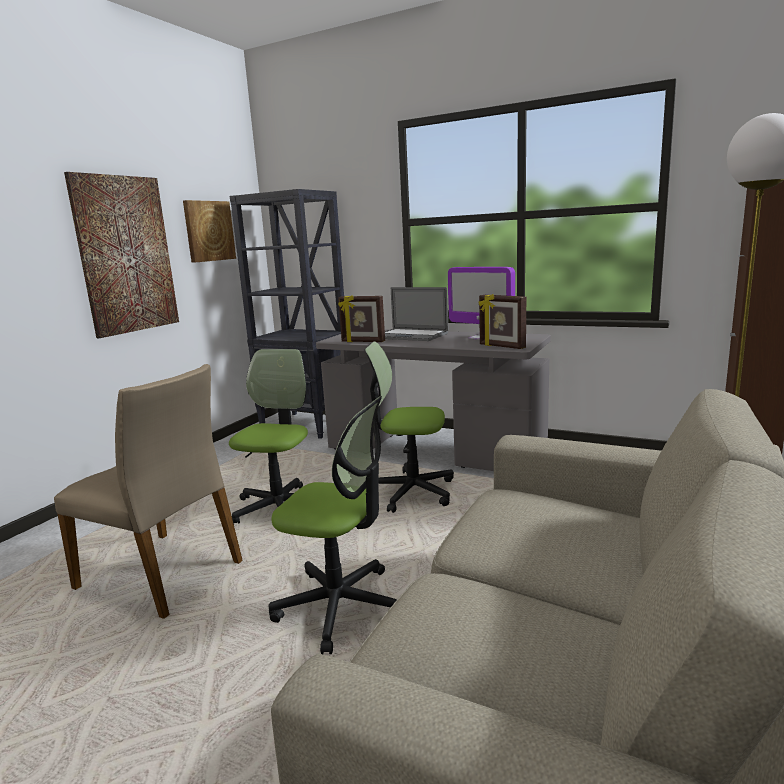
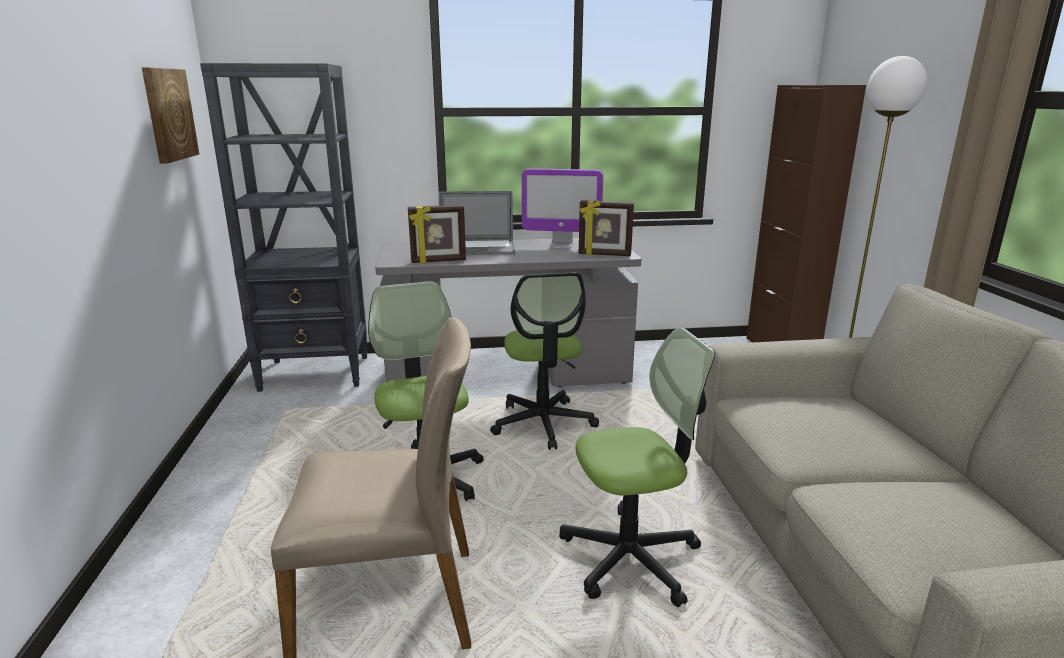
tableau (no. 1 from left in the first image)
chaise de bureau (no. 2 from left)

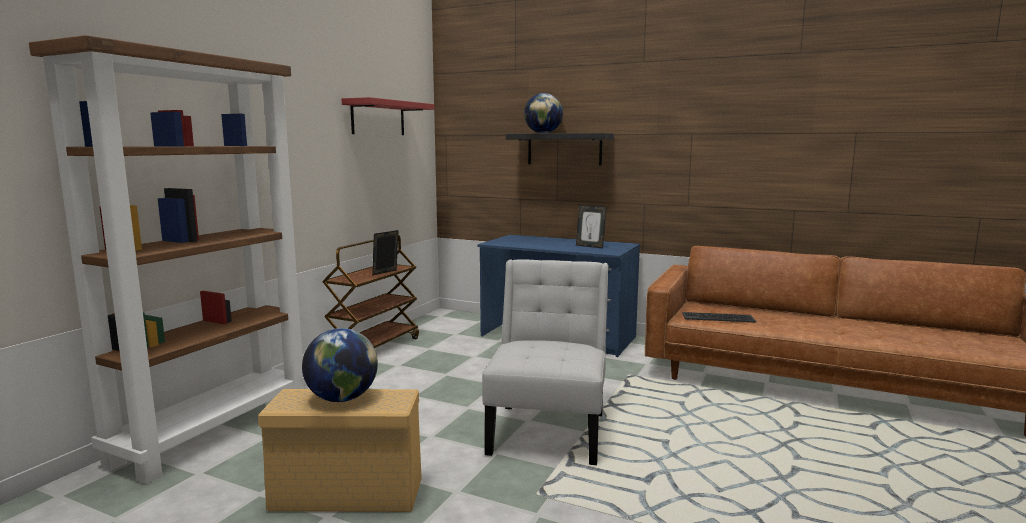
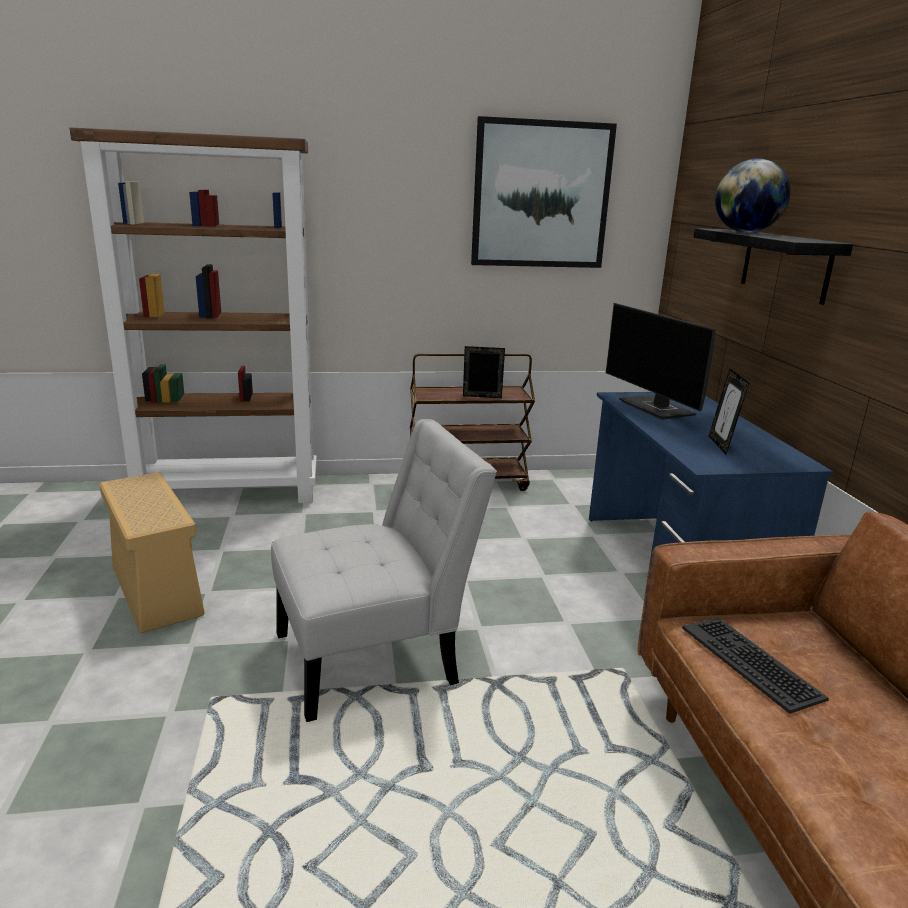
globe (no. 1 from left in the first image)
tableau
écran d'ordinateur

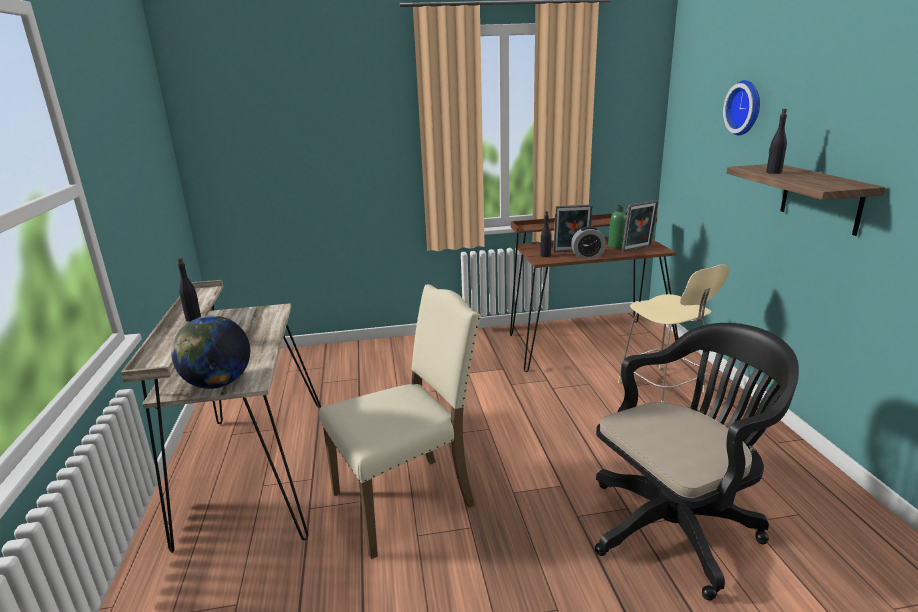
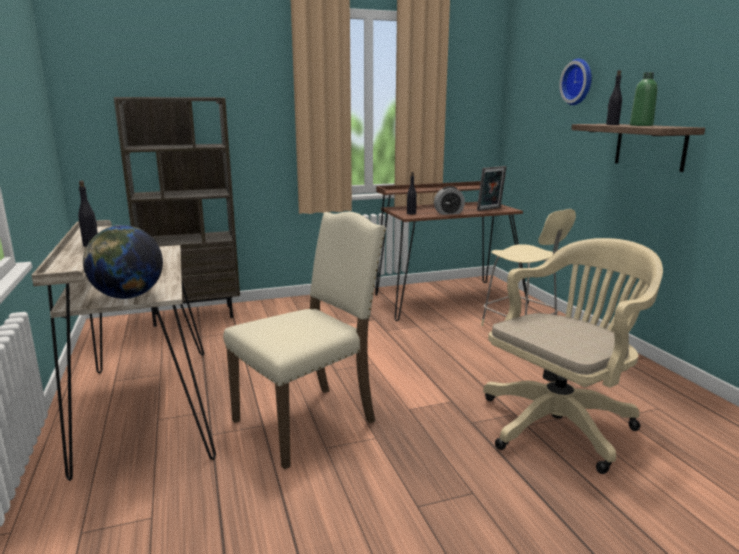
cadre photo (no. 1 from left in the first image)
chaise de bureau/beige
bouteille/vert
bibliothèque/marron

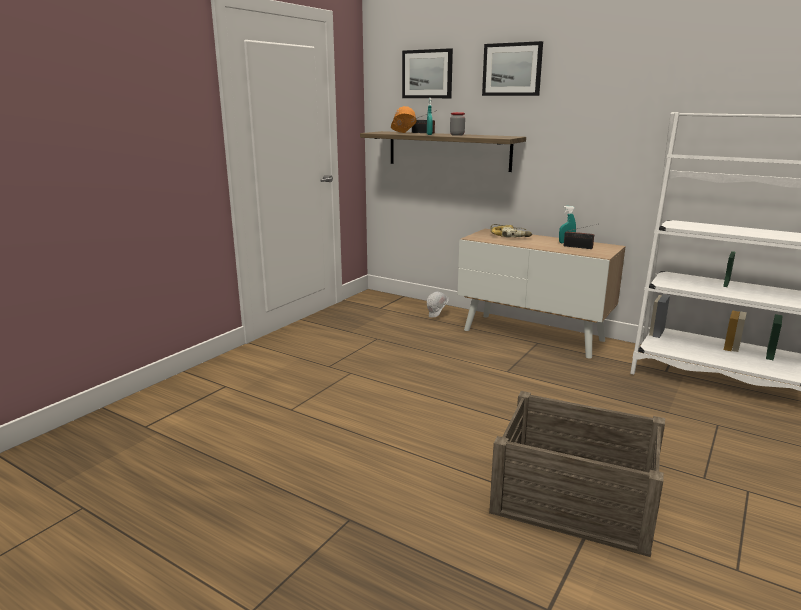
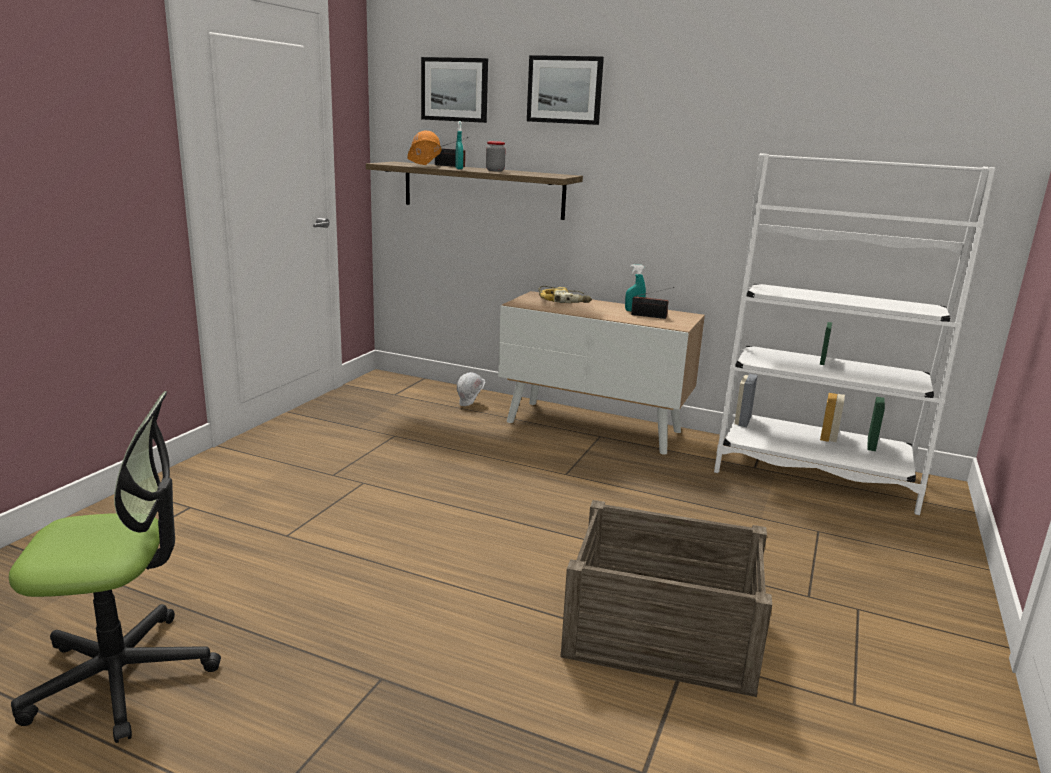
chaise de bureau

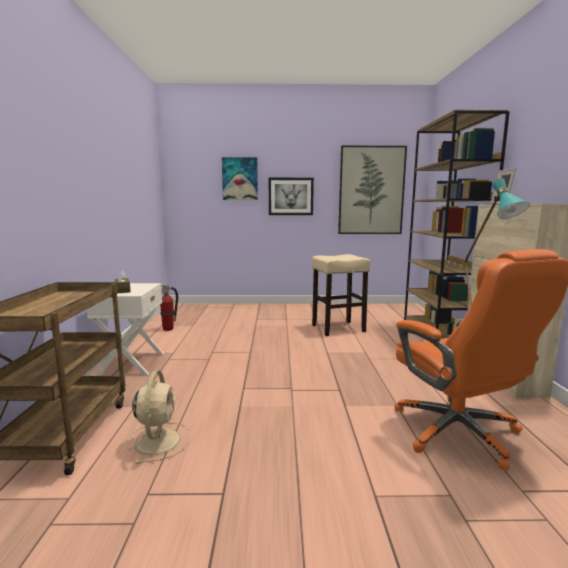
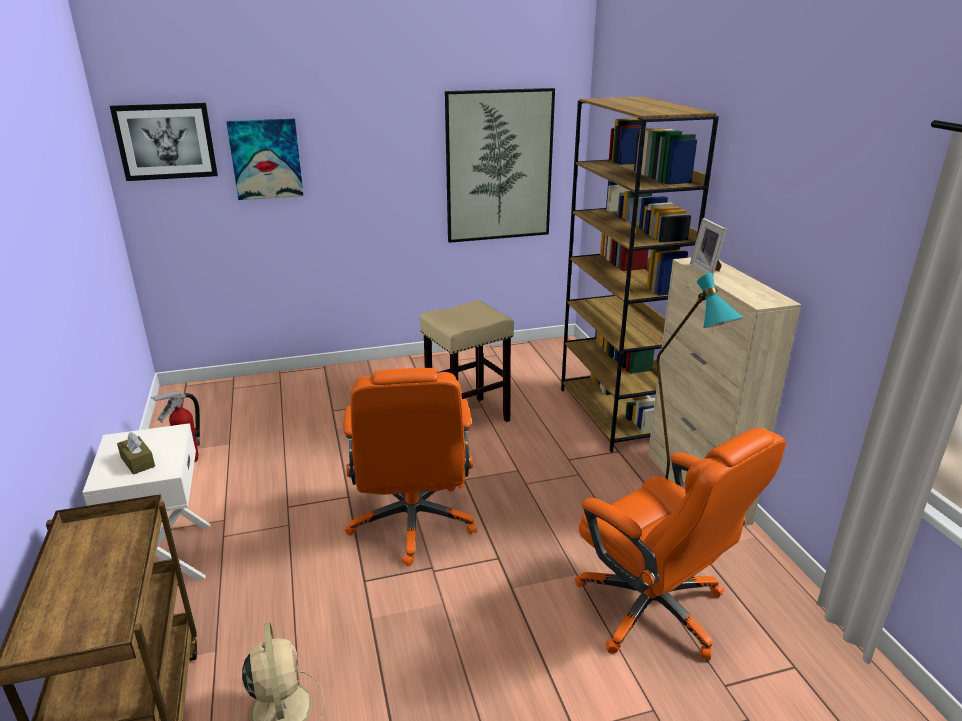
tableau (no. 1 from left)
chaise de bureau/orange (no. 1 from left)

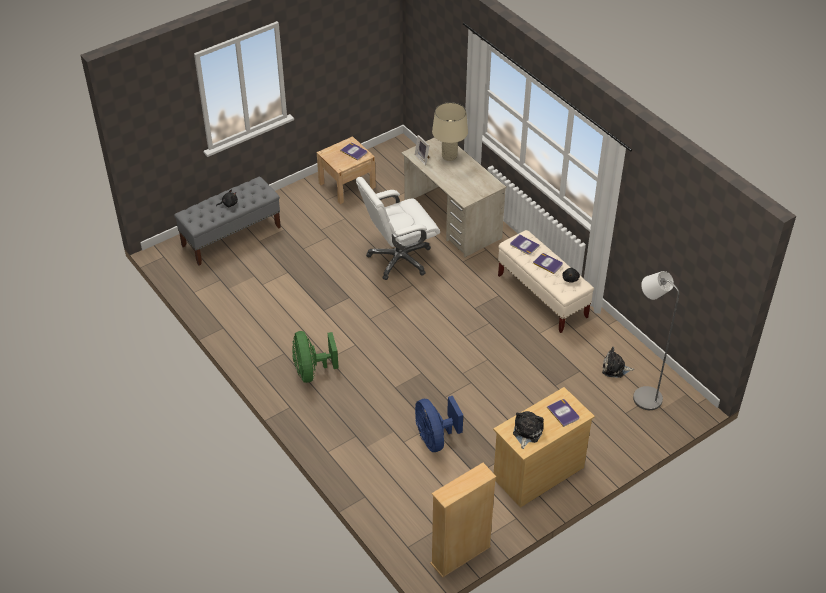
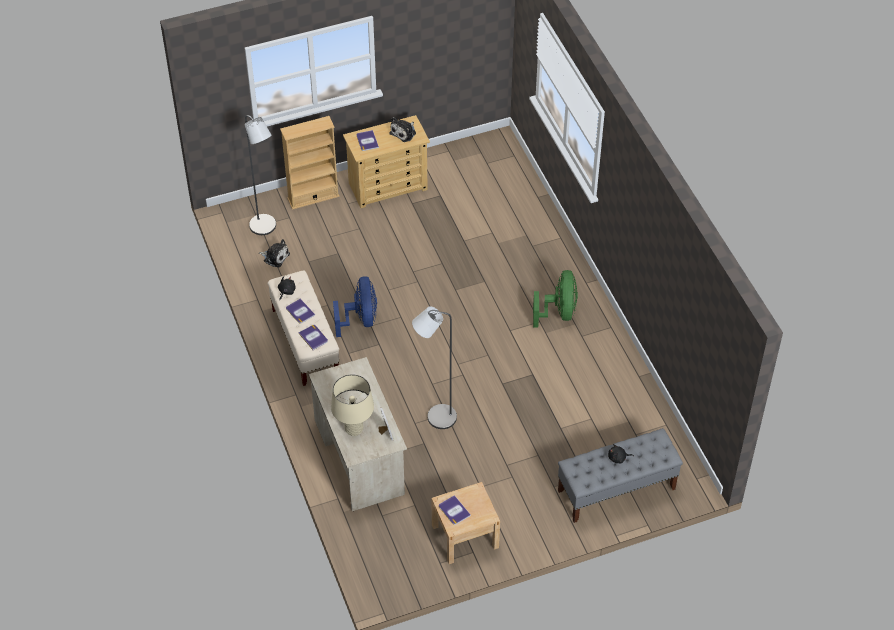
lampadaire/gris (no. 2 from left)
ventilateur/bleu
bibliothèque/beige

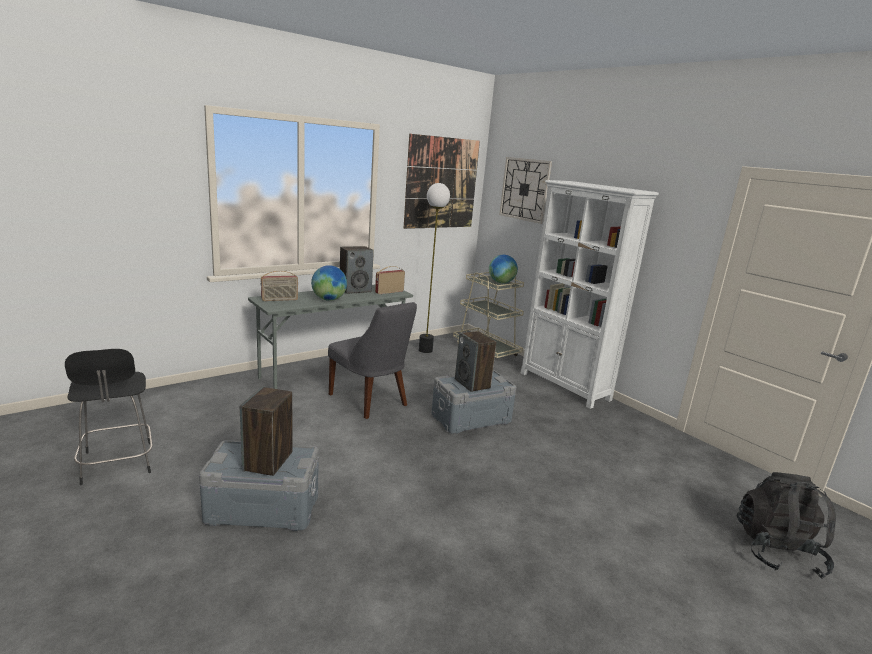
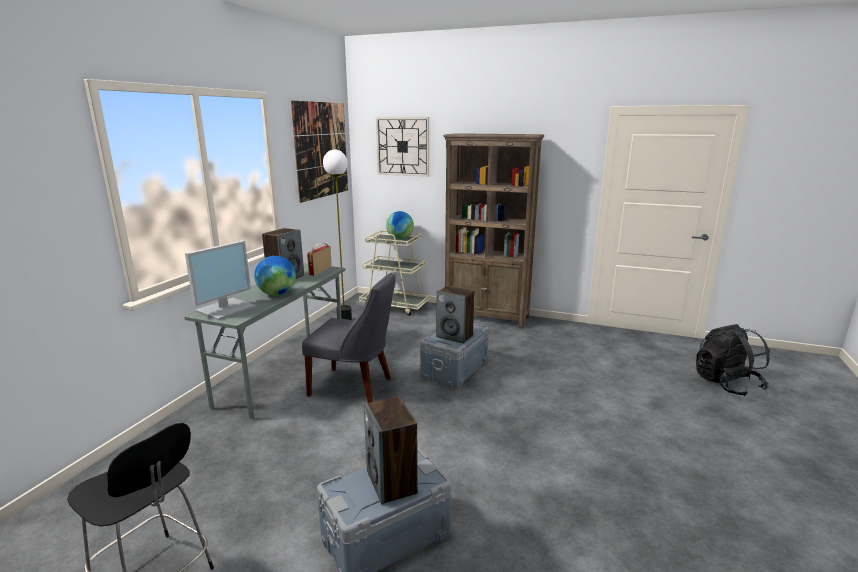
écran d'ordinateur
bibliothèque/marron

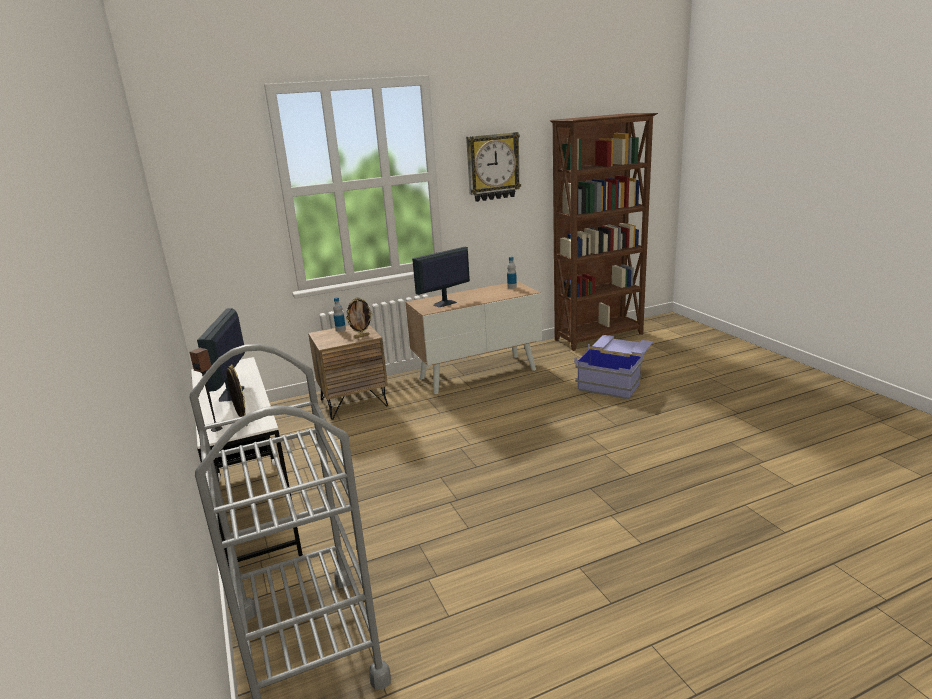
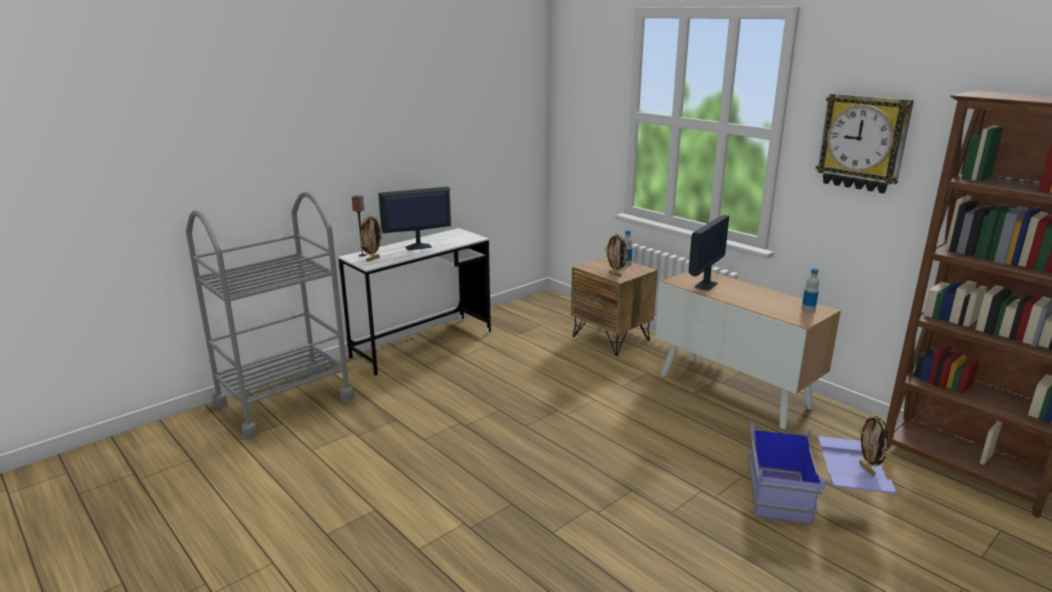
écran d'ordinateur (no. 2 from left)
cadre photo (no. 3 from left)

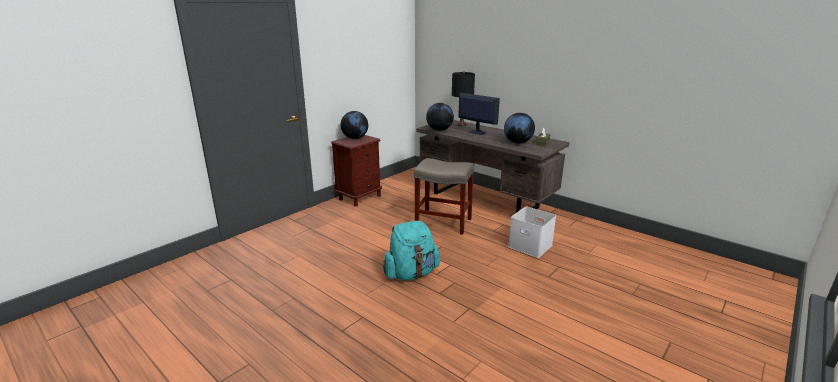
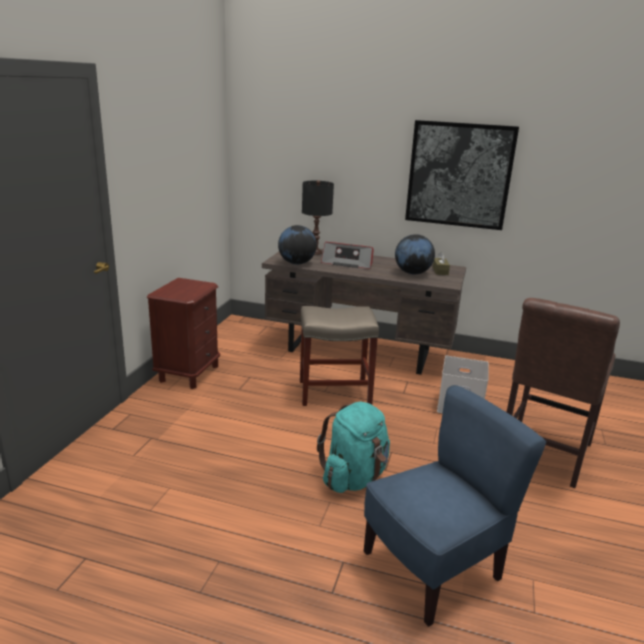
globe (no. 1 from left in the first image)
radio
chaise/bleu
tableau
chaise/marron

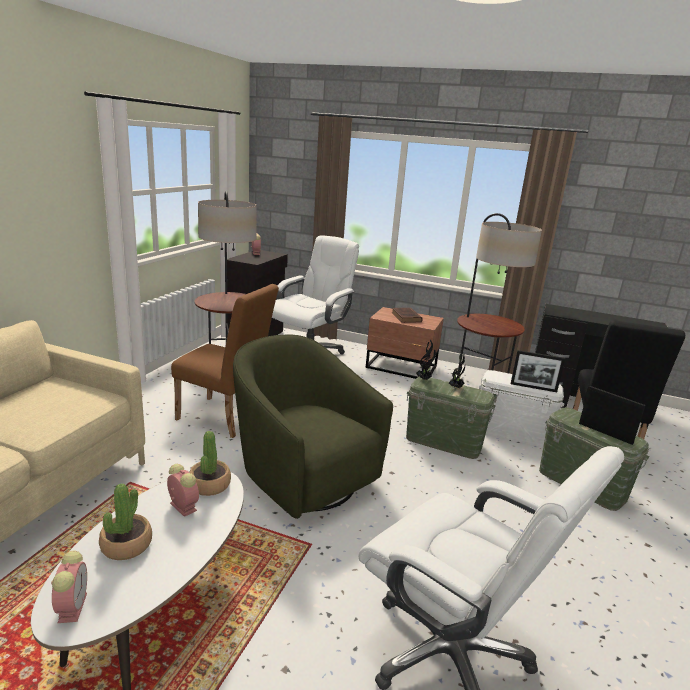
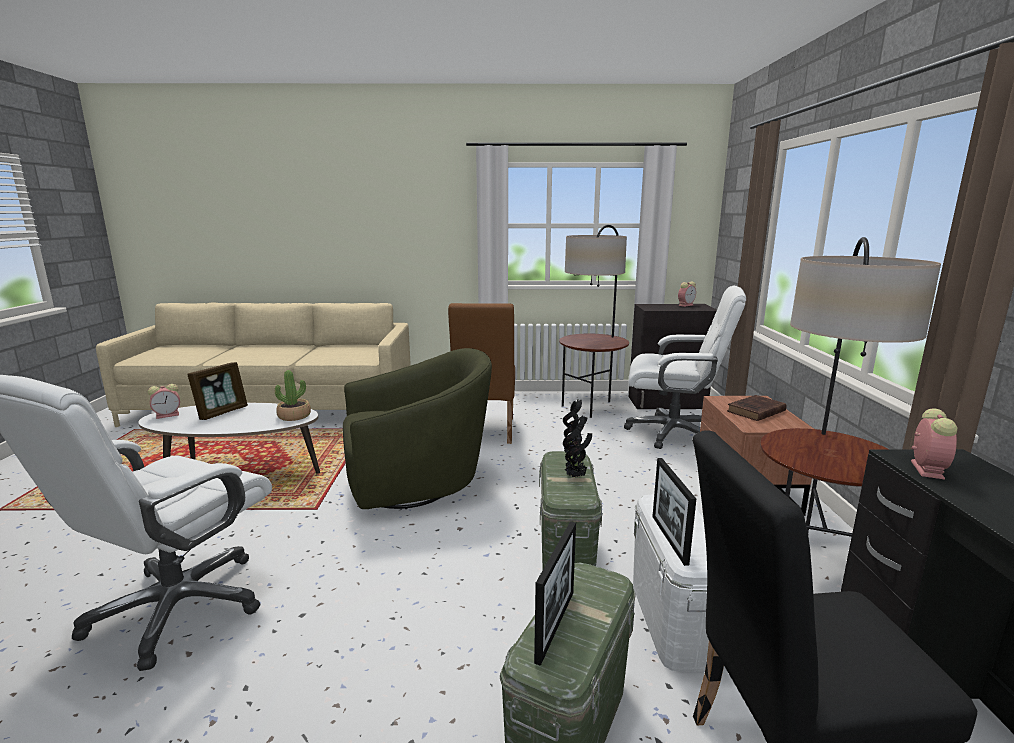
cadre photo (no. 1 from left)
réveil (no. 3 from left)
fauteuil/vert

